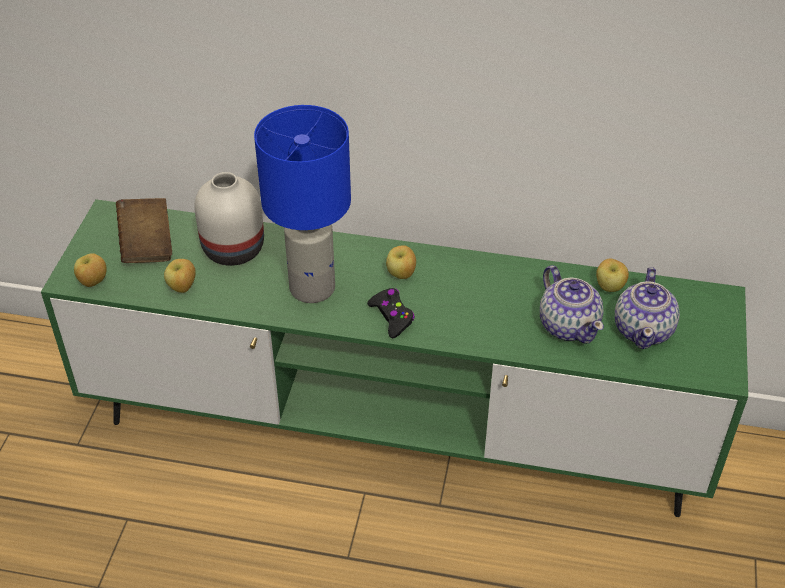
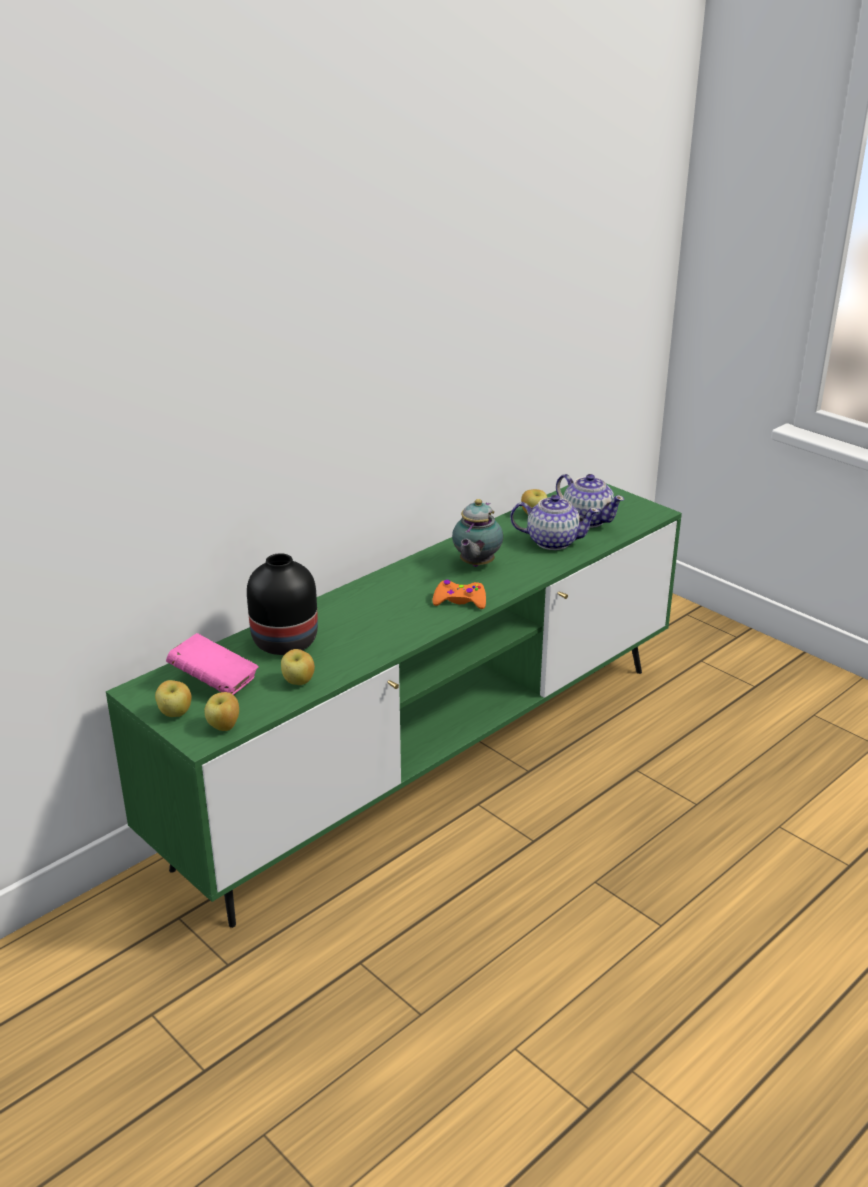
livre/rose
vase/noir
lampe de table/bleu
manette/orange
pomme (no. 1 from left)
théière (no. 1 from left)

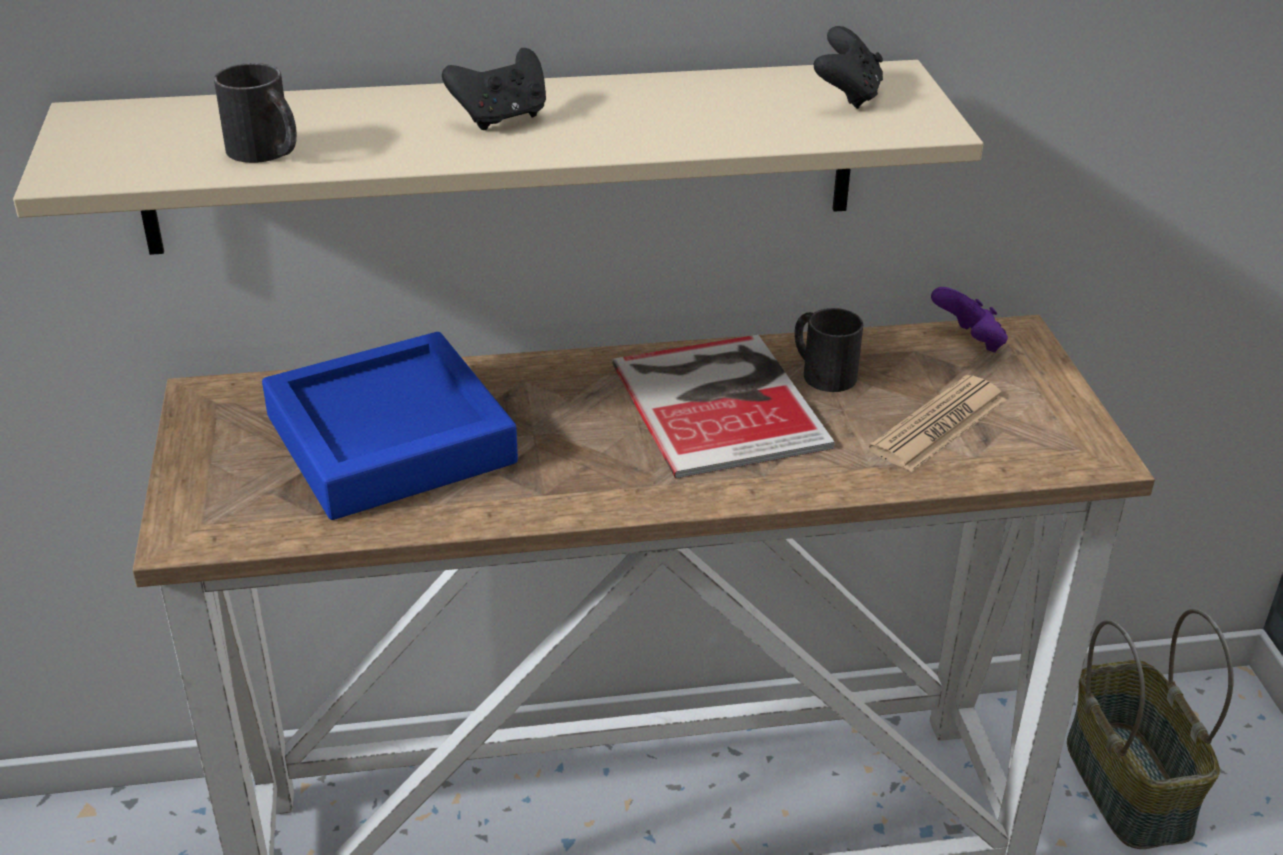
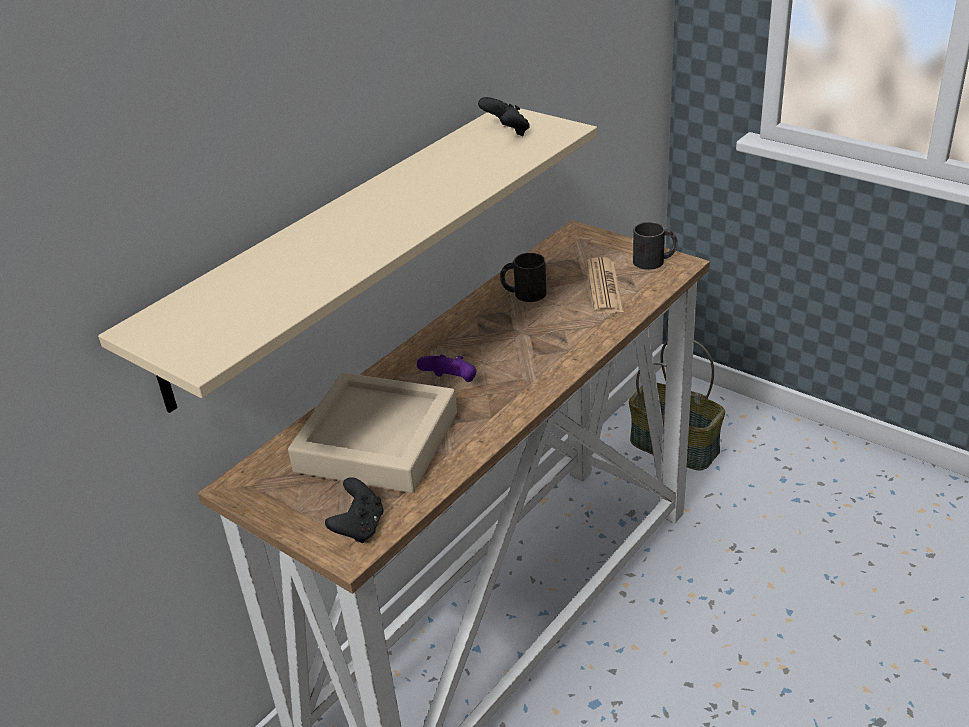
mug/noir (no. 2 from left)
plateau/beige
manette/noir (no. 1 from left)
livre
manette/violet

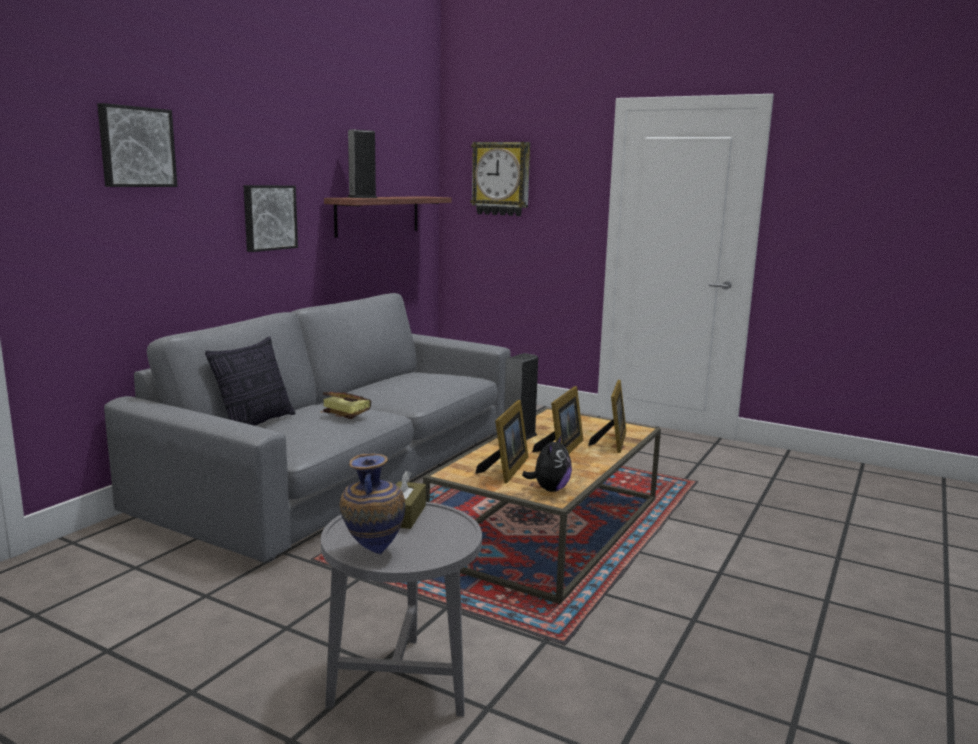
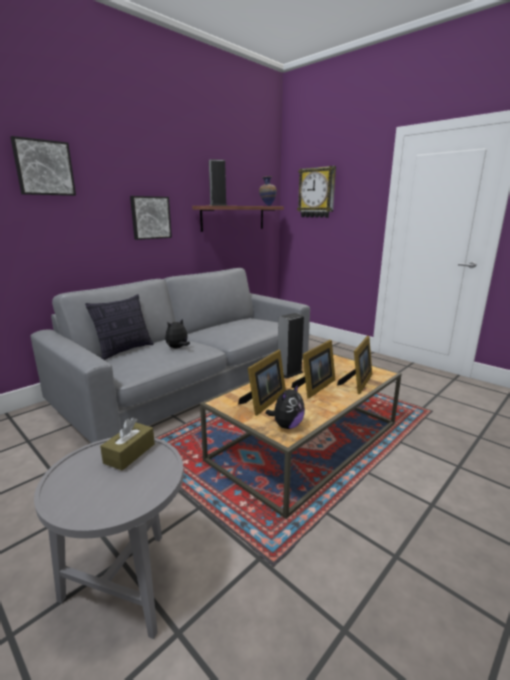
peluche (no. 1 from left)
vase

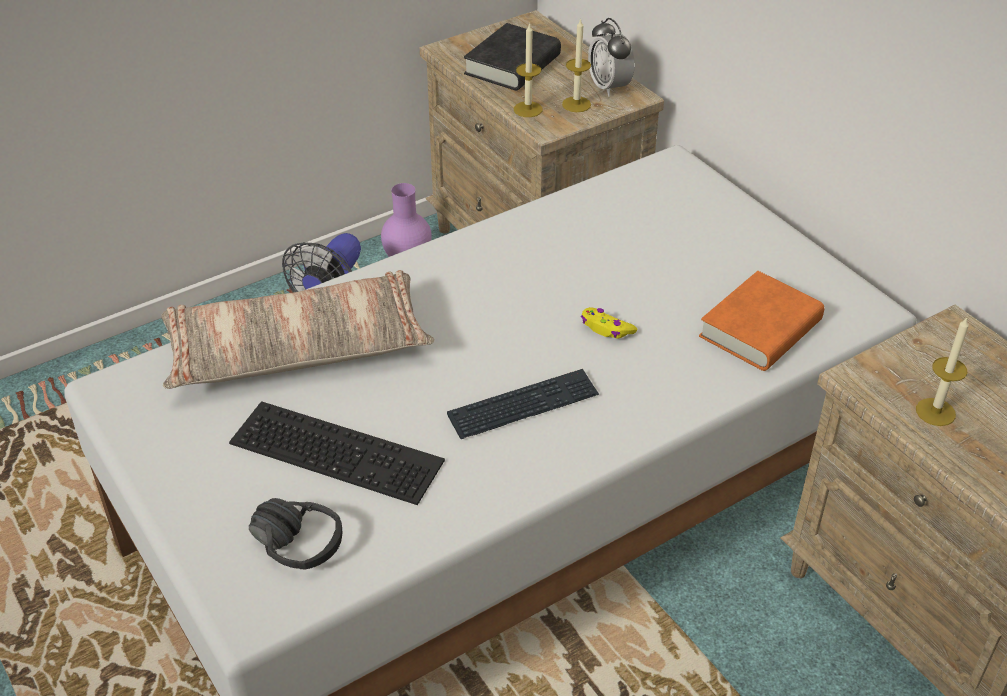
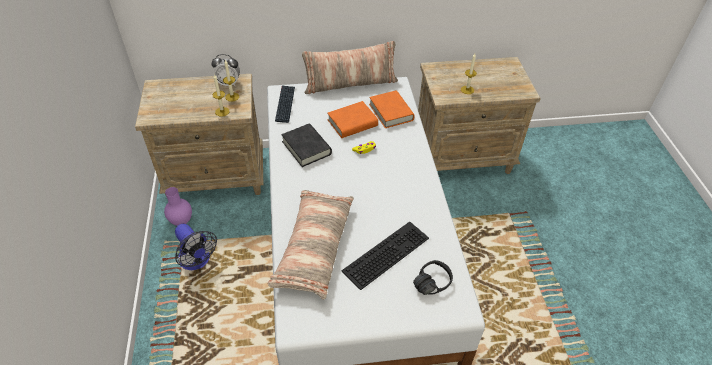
clavier (no. 1 from left)
livre/noir
coussin (no. 2 from left)
livre/orange (no. 1 from left)

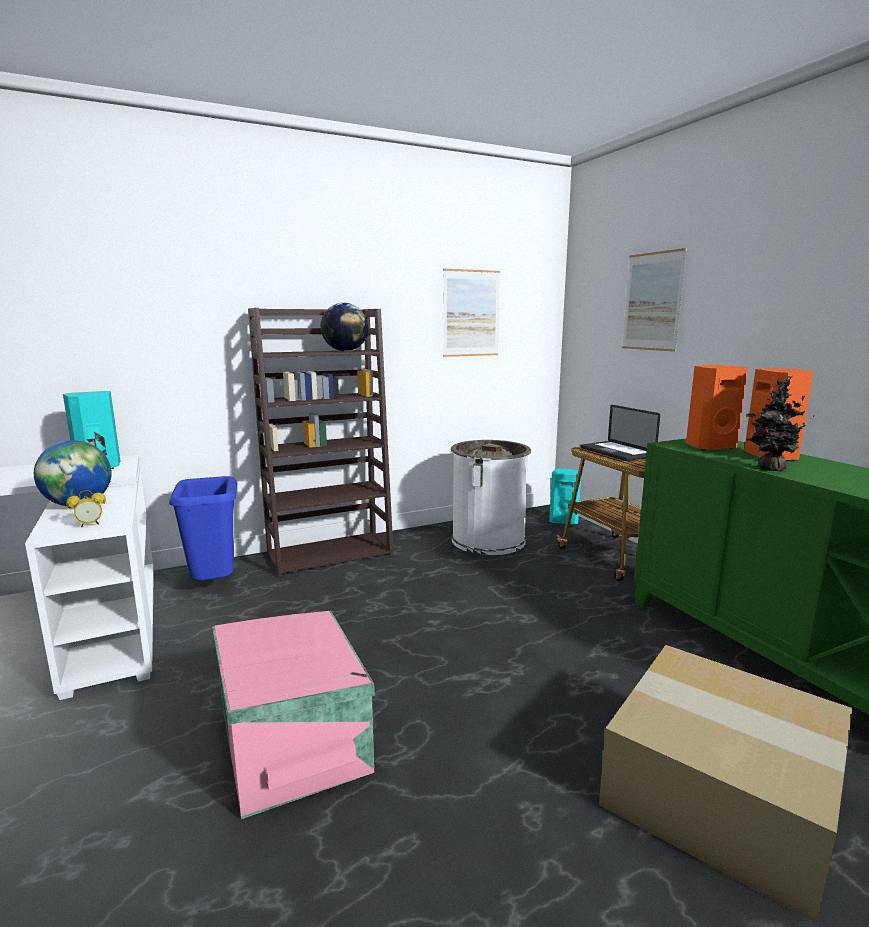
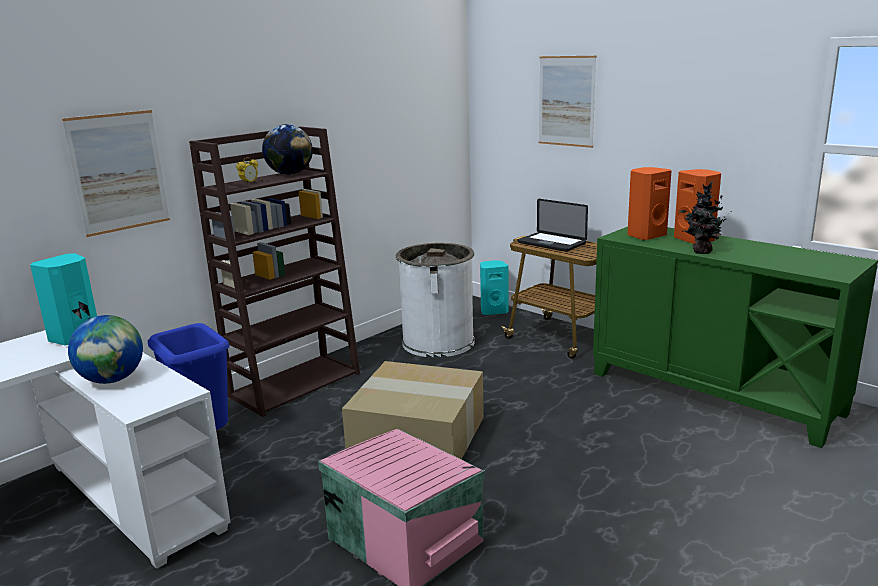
réveil
tableau (no. 1 from left)
carton

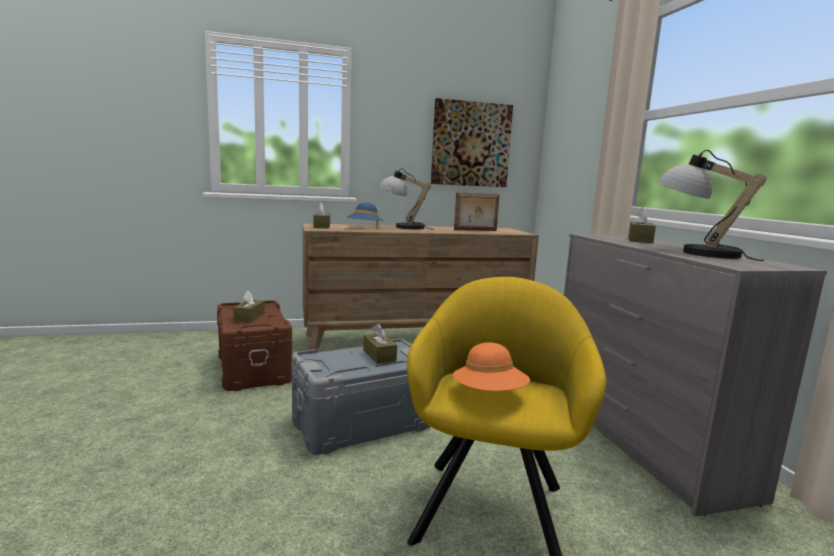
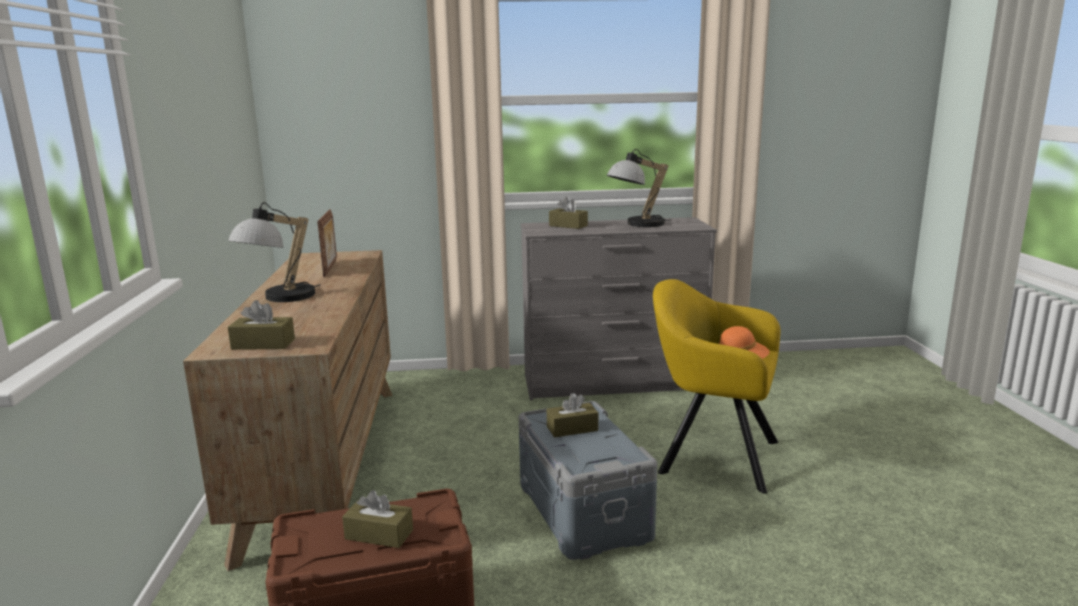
chapeau/bleu
tableau

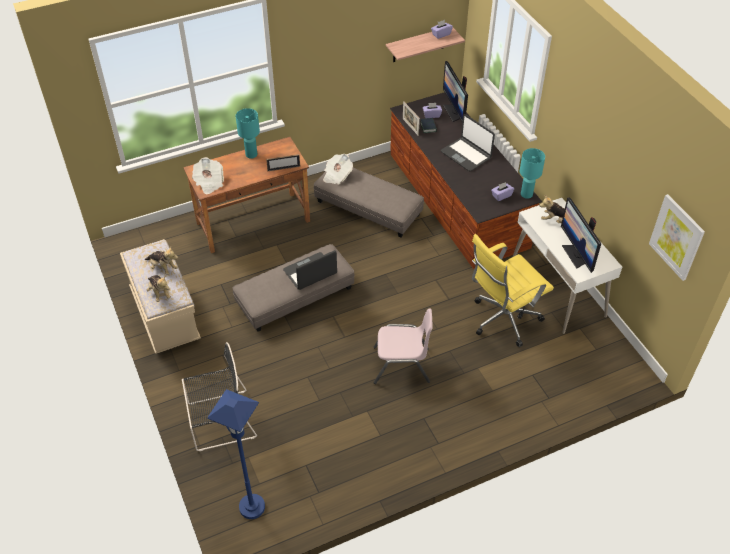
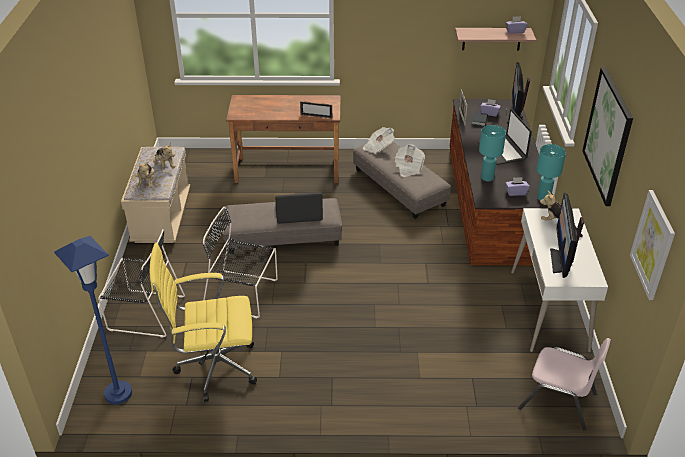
journal (no. 2 from left)
lampe de table/turquoise (no. 1 from left)
chaise/rose
chaise de bureau/jaune
chaise/noir (no. 2 from left)
tableau (no. 1 from left)

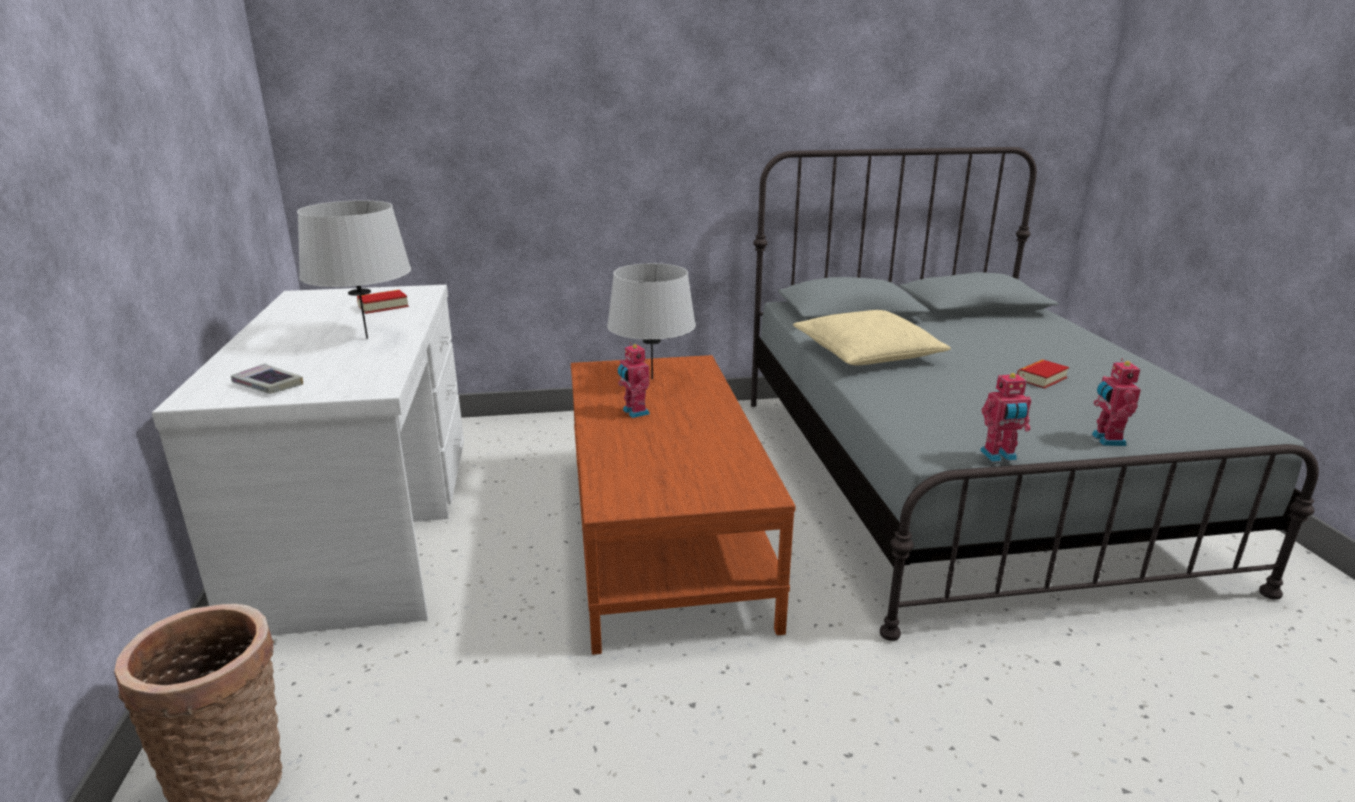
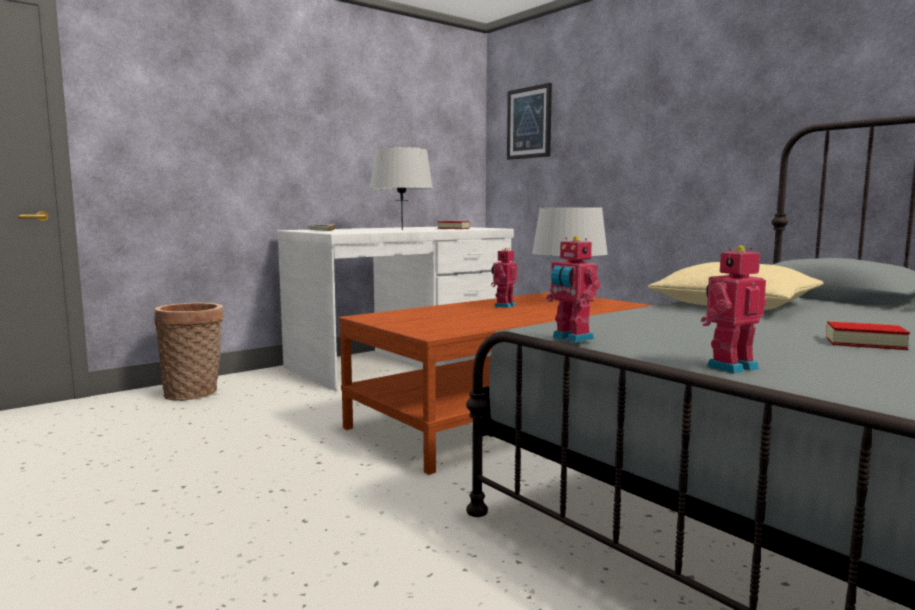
tableau

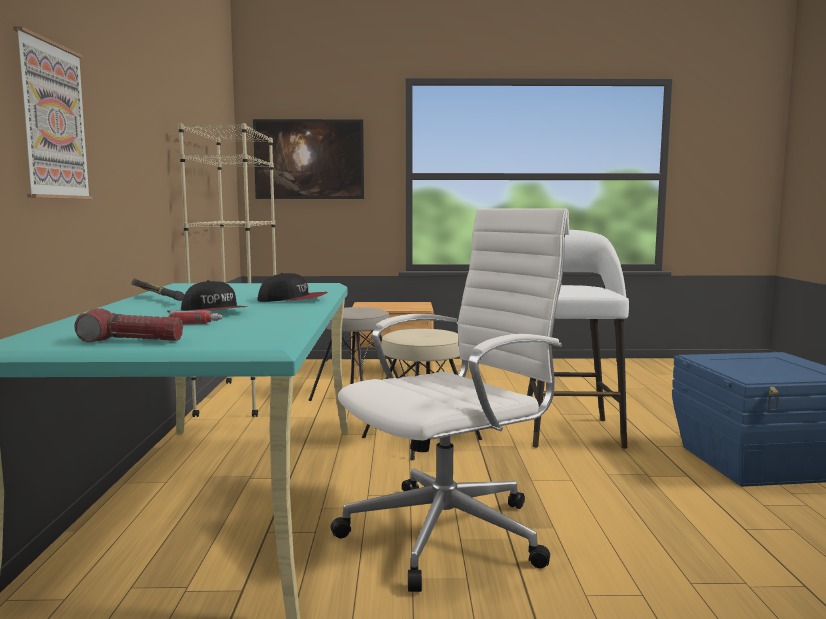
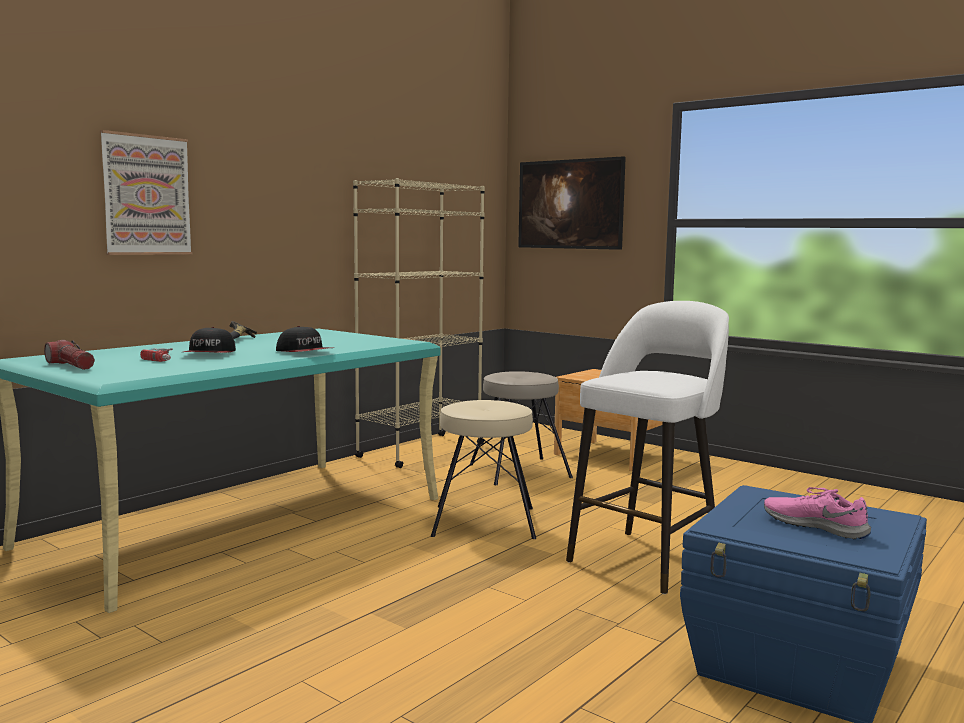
chaise de bureau/blanc
chaussure/rose

